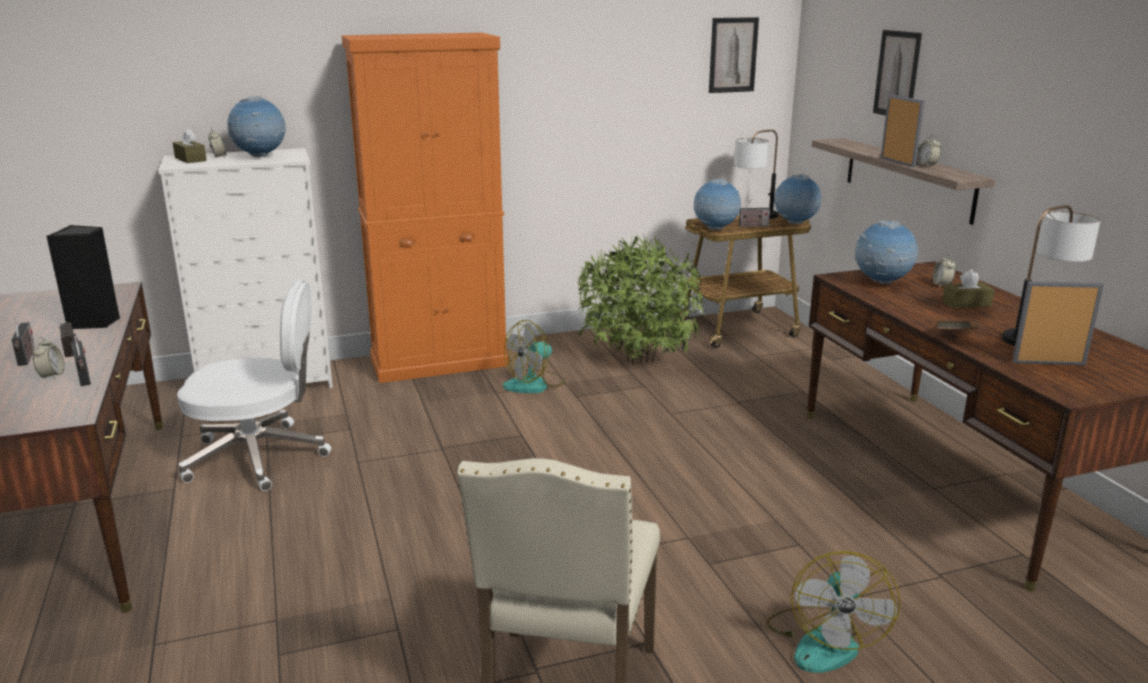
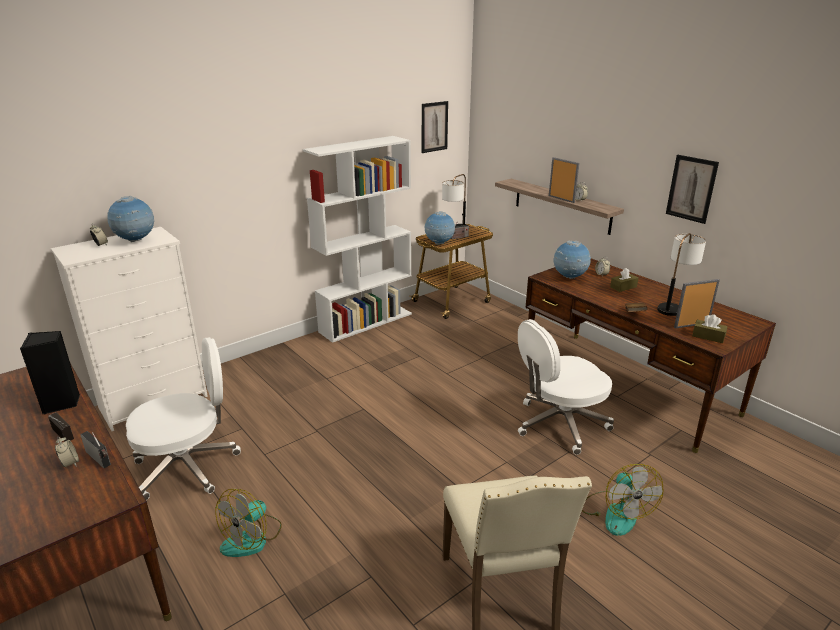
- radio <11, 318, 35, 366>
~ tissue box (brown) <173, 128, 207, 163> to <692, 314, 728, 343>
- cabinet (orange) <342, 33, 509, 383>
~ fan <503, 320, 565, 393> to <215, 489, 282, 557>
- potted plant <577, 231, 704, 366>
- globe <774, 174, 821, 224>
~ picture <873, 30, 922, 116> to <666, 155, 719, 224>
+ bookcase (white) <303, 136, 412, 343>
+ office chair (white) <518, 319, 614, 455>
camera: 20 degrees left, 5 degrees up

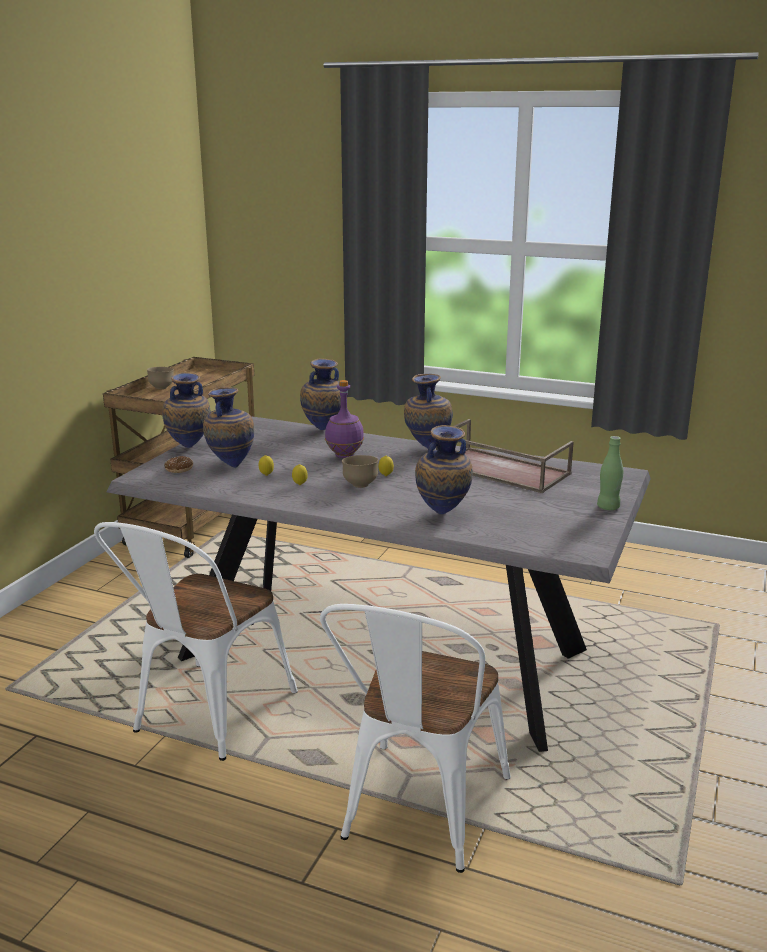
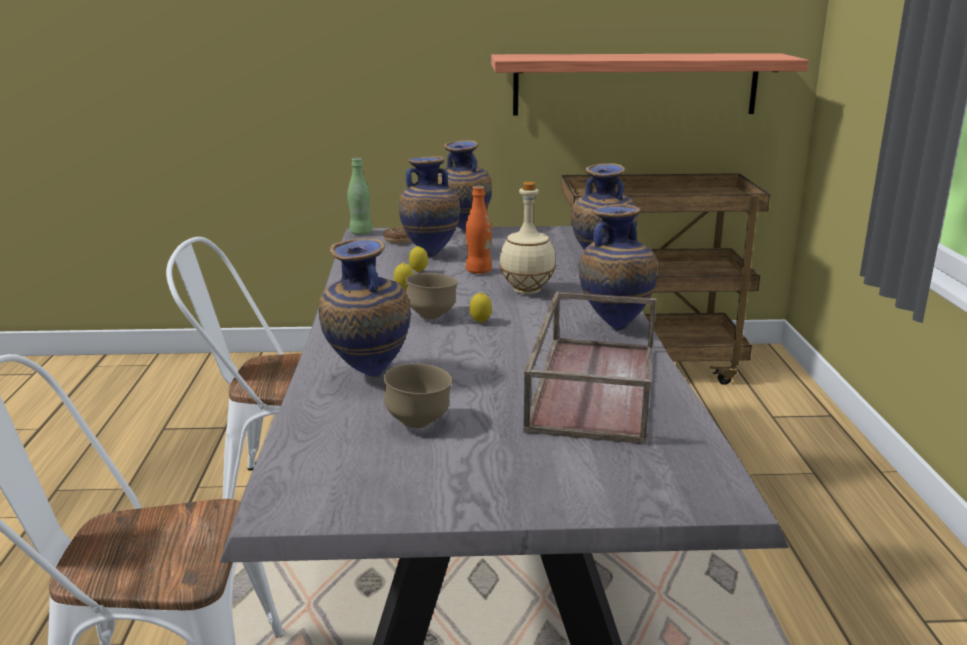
~ bowl (brown) <147, 367, 174, 389> to <384, 363, 452, 428>
~ bottle (purple) <325, 380, 364, 458> to bottle (beige) <500, 182, 556, 294>
~ bottle (green) <597, 436, 623, 510> to <347, 158, 372, 235>
+ bottle (orange) <466, 186, 492, 274>
+ shelf <491, 53, 808, 116>
camera: 65 degrees right, 0 degrees up

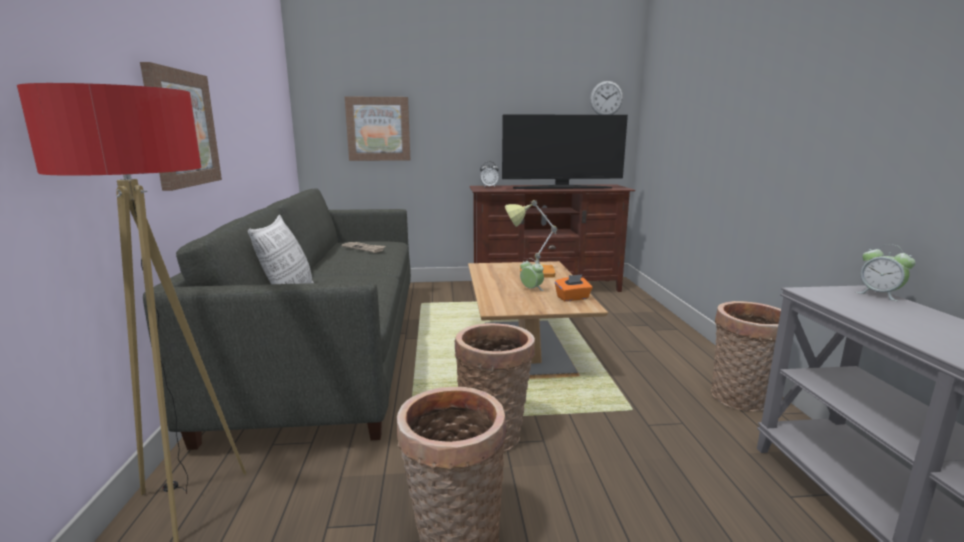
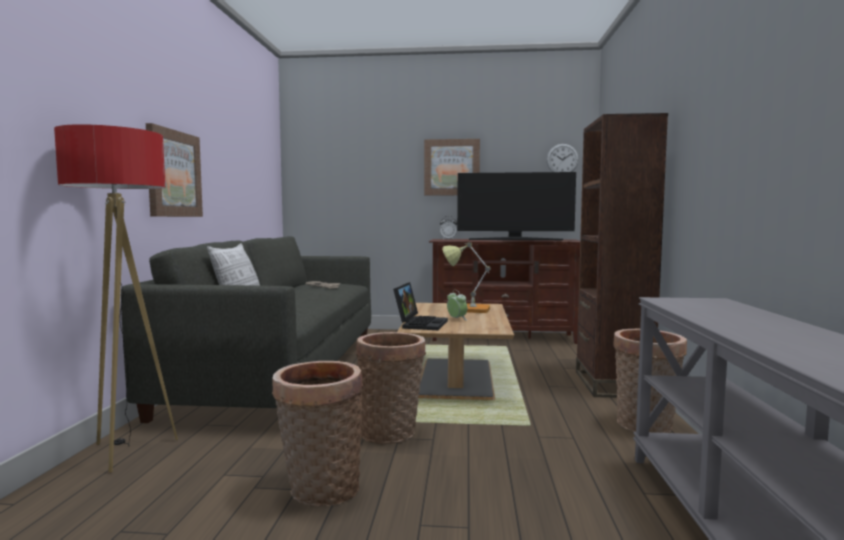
~ picture <345, 97, 410, 161> to <424, 139, 480, 195>
- tissue box (orange) <555, 275, 592, 301>
- alarm clock <856, 244, 916, 301>
+ laptop <393, 282, 448, 330>
+ bookcase (brown) <576, 113, 668, 398>
camera: 10 degrees right, 10 degrees down

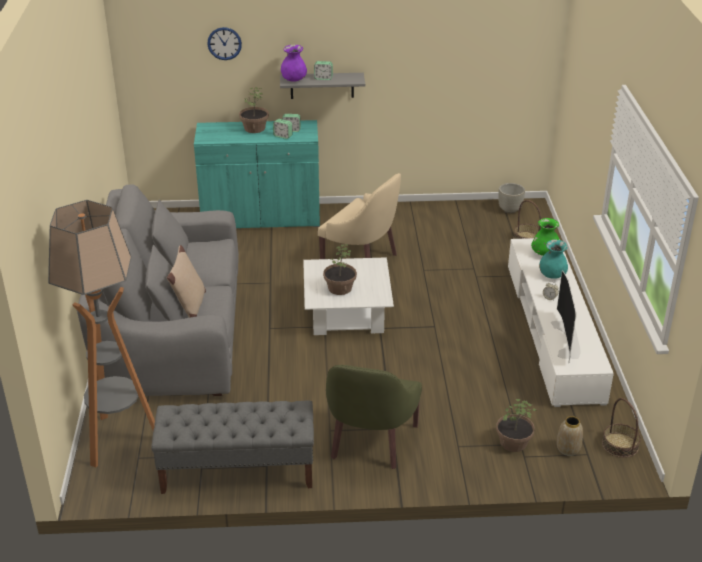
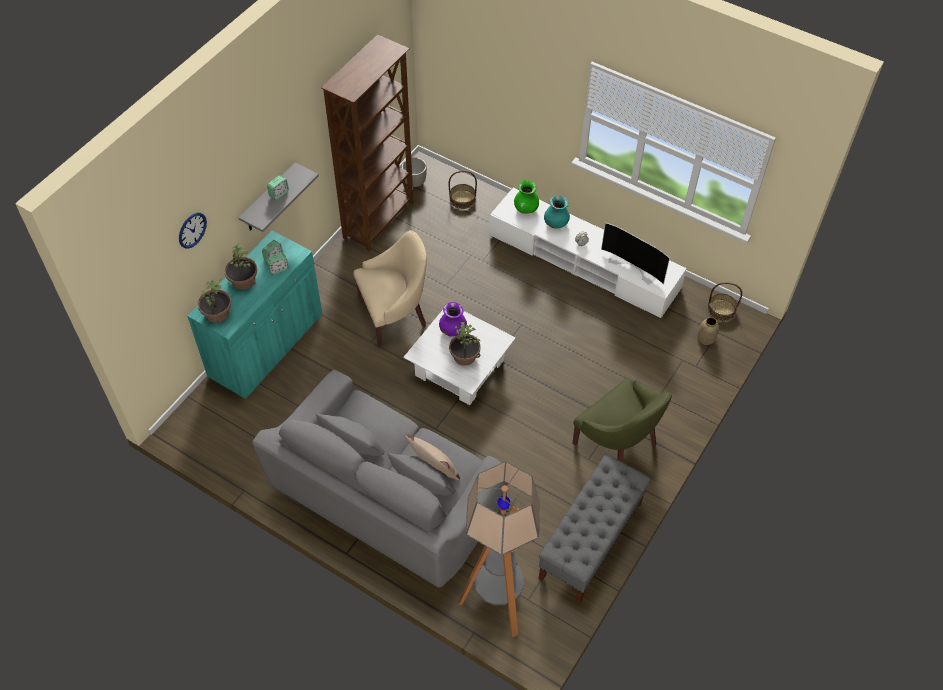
~ vase (purple) <281, 45, 307, 82> to <439, 302, 467, 337>
~ potted plant <496, 399, 537, 452> to <197, 279, 231, 323>
+ bookcase (brown) <321, 34, 414, 251>
camera: 55 degrees left, 20 degrees up

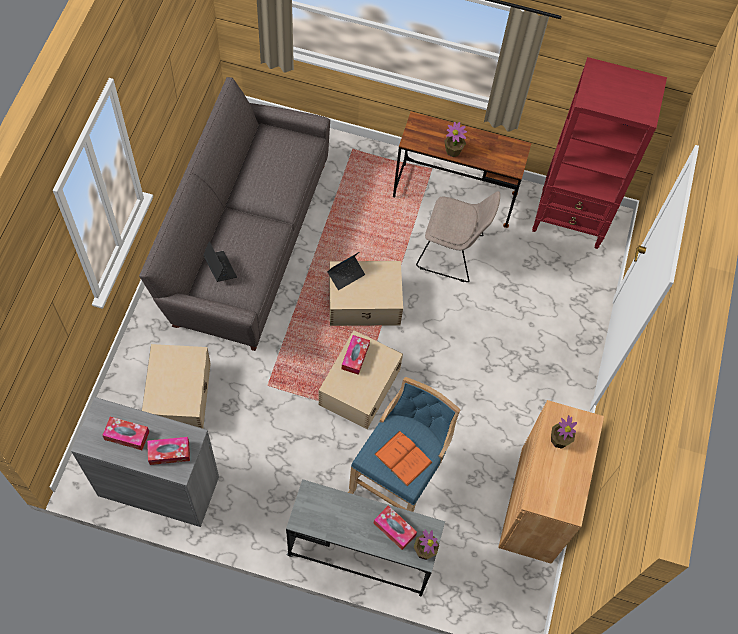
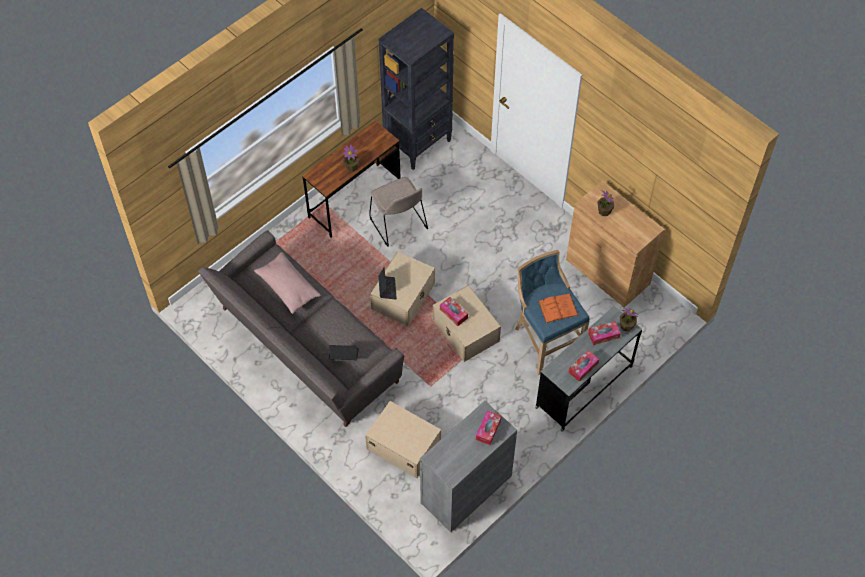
~ tissue box <102, 417, 149, 450> to <568, 350, 599, 382>
~ chair (beige) <416, 191, 500, 282> = <369, 177, 428, 247> 105 degrees clockwise
~ bookcase (red) <532, 57, 667, 249> to bookcase (black) <378, 8, 454, 170>
+ pillow (pink) <254, 252, 321, 314>
camera: 55 degrees left, 5 degrees down

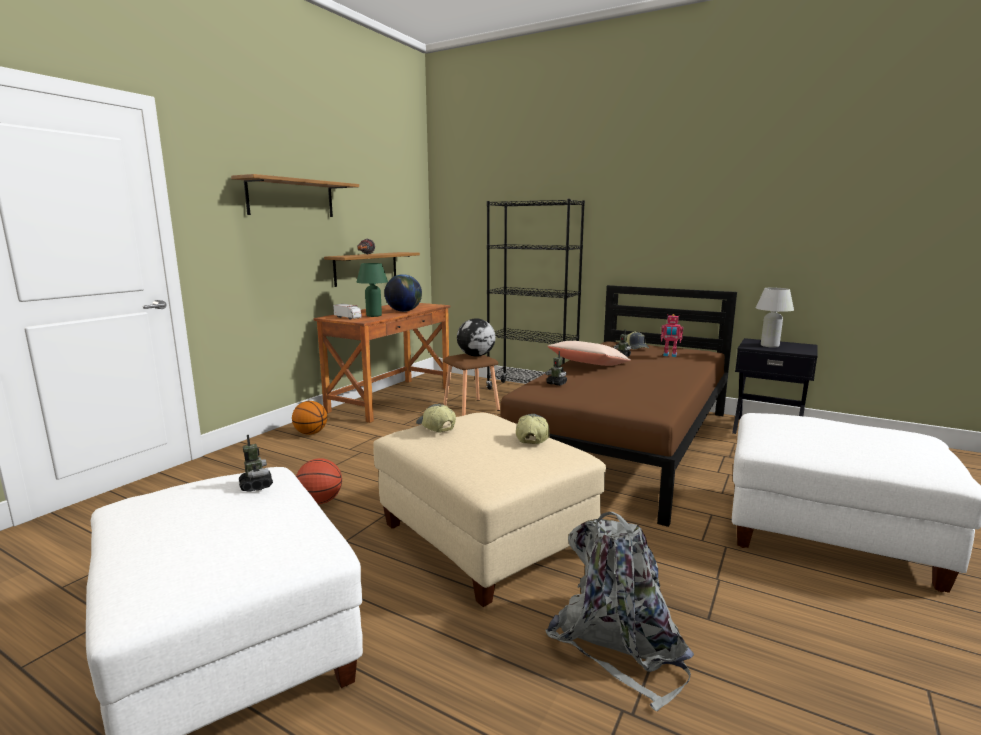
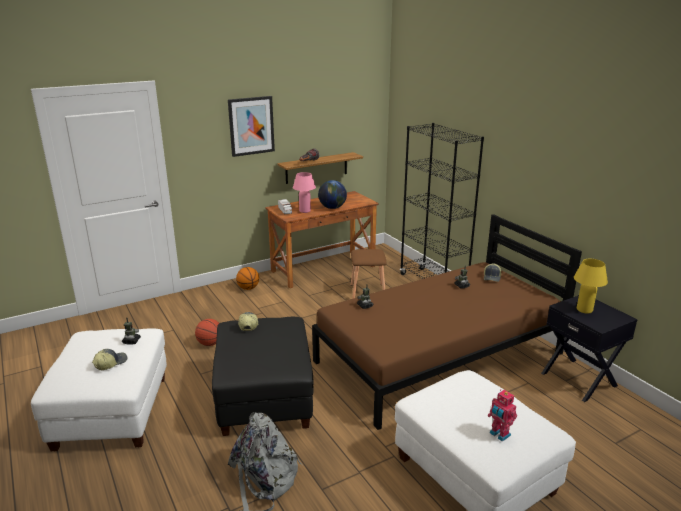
~ shelf <231, 174, 359, 217> to picture <228, 96, 275, 157>
~ table lamp (green) <356, 263, 388, 317> to table lamp (pink) <293, 172, 316, 213>
~ ottoman (beige) <373, 413, 606, 607> to ottoman (black) <212, 317, 314, 436>
- globe <457, 318, 496, 357>
~ cap <516, 414, 549, 444> to <92, 349, 127, 370>
- pillow (beige) <548, 341, 631, 366>
~ toy robot <661, 314, 683, 357> to <488, 389, 517, 441>
~ table lamp (white) <756, 288, 794, 348> to table lamp (yellow) <574, 259, 608, 314>
camera: 30 degrees right, 10 degrees up

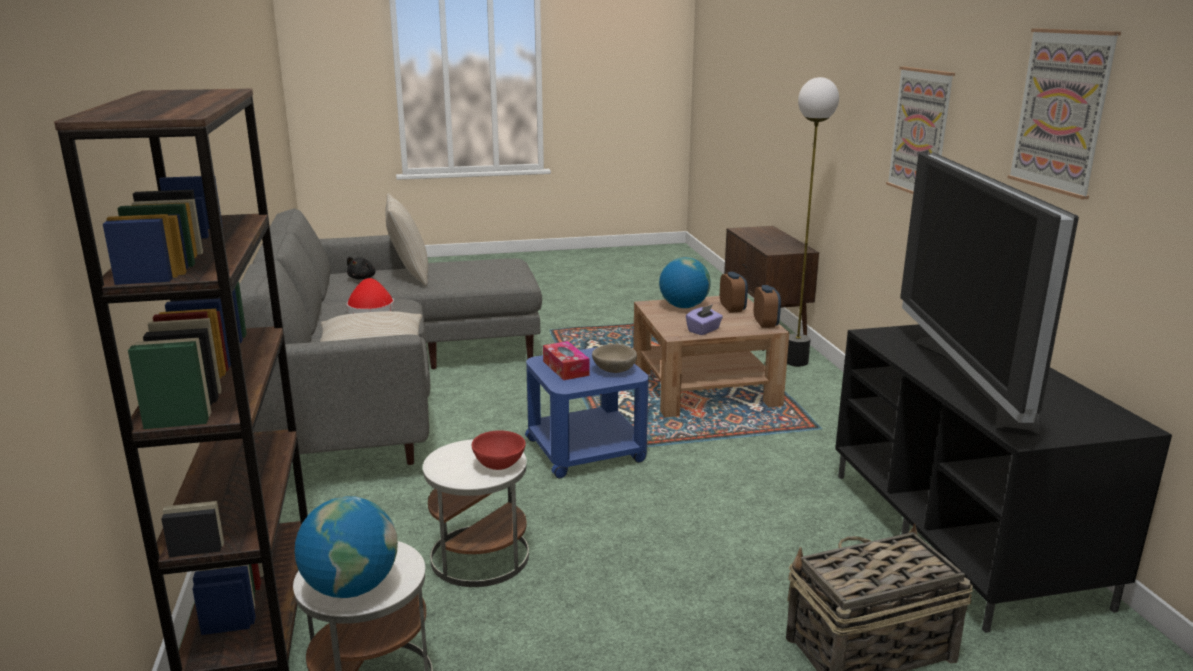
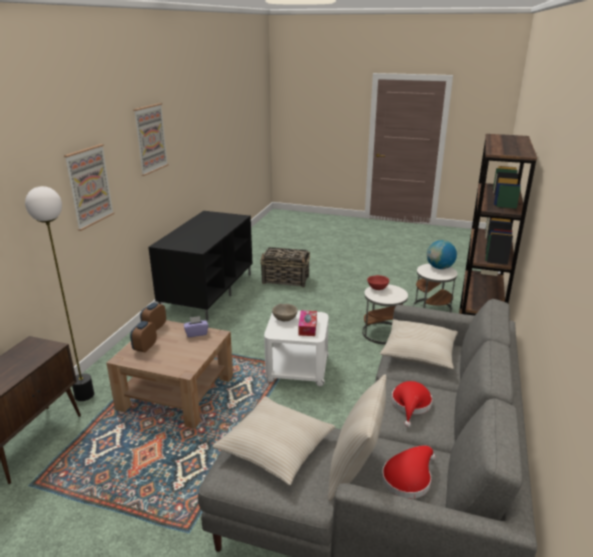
~ plush toy (black) <347, 257, 376, 280> to hat (red) <382, 445, 436, 499>
~ side table (blue) <525, 347, 649, 478> to side table (white) <264, 311, 329, 387>
- globe <659, 257, 711, 308>
- television <900, 153, 1079, 436>
+ pillow (beige) <212, 396, 335, 485>
camera: 150 degrees left, 5 degrees up

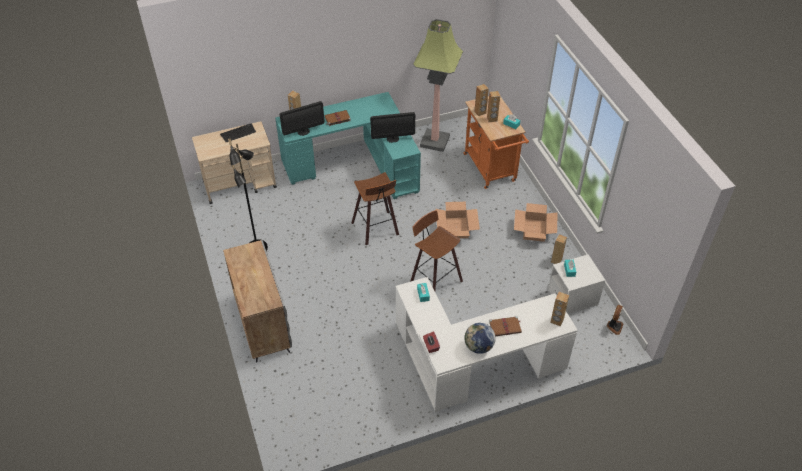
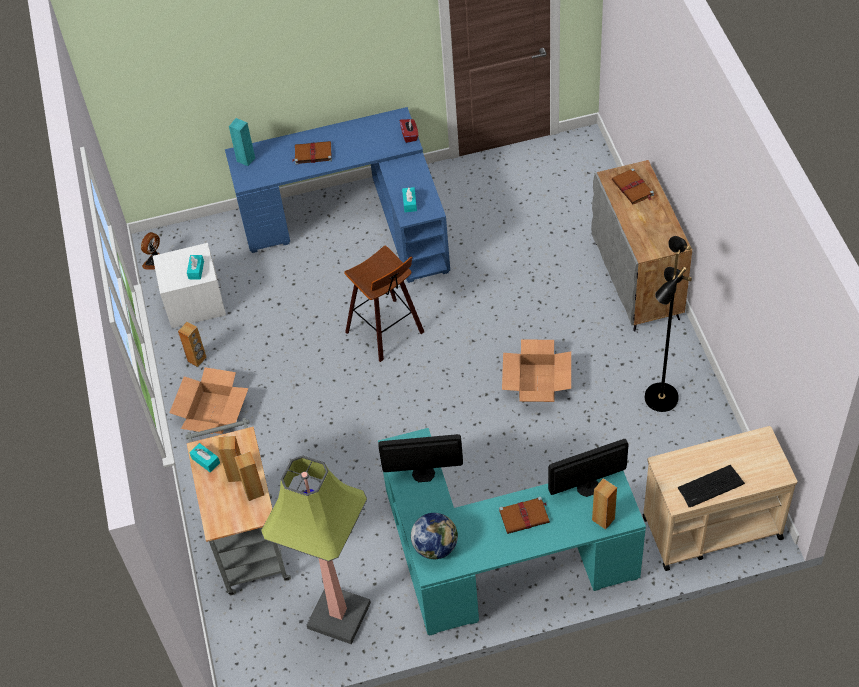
- stool <351, 172, 399, 245>
~ desk (white) <396, 277, 578, 412> to desk (blue) <225, 107, 450, 283>
~ cardboard box <436, 202, 480, 238> to <502, 340, 571, 402>
~ cart (orange) <463, 96, 529, 189> to cart (grey) <185, 418, 291, 595>
~ globe <464, 323, 496, 354> to <411, 513, 458, 559>
~ speaker (brown) <550, 292, 569, 327> to speaker (turquoise) <229, 118, 255, 166>
+ book (brown) <612, 168, 654, 204>
camera: 170 degrees left, 5 degrees up

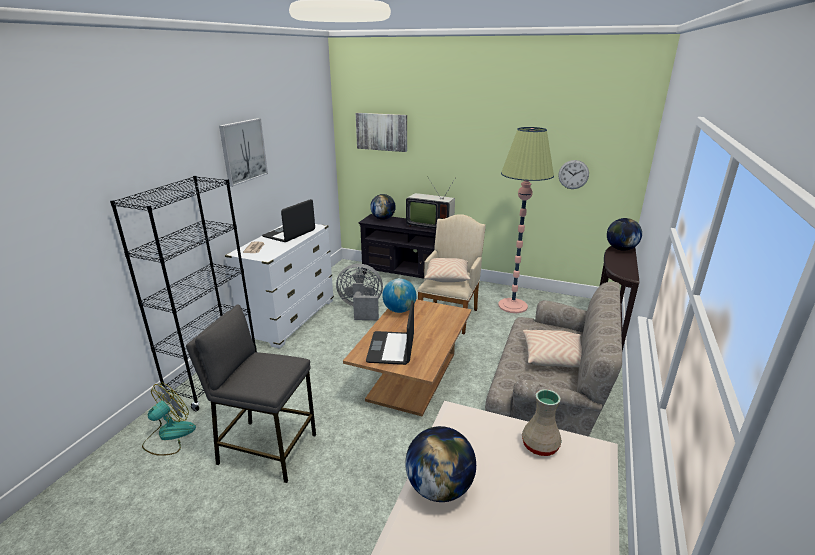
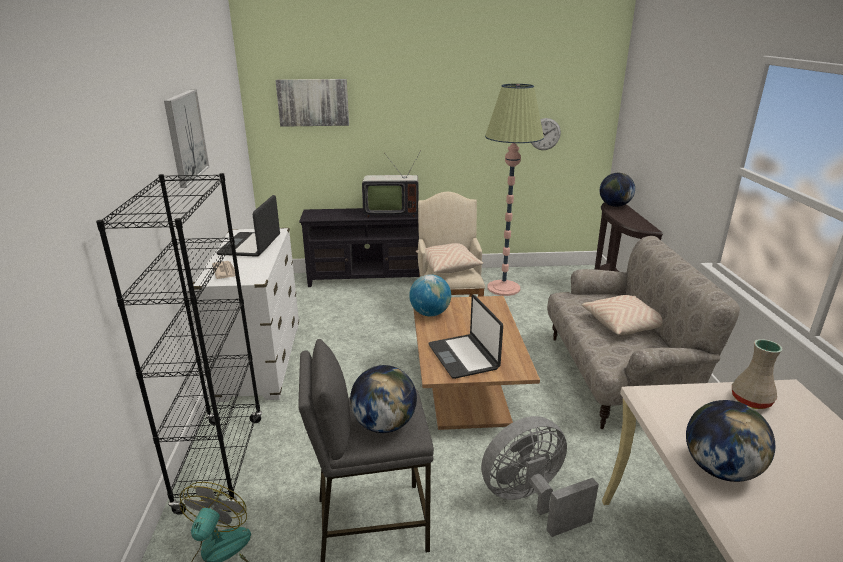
~ fan (grey) <336, 264, 383, 320> to <481, 416, 599, 537>
~ globe <370, 194, 396, 220> to <350, 365, 417, 433>
camera: 25 degrees left, 0 degrees up

